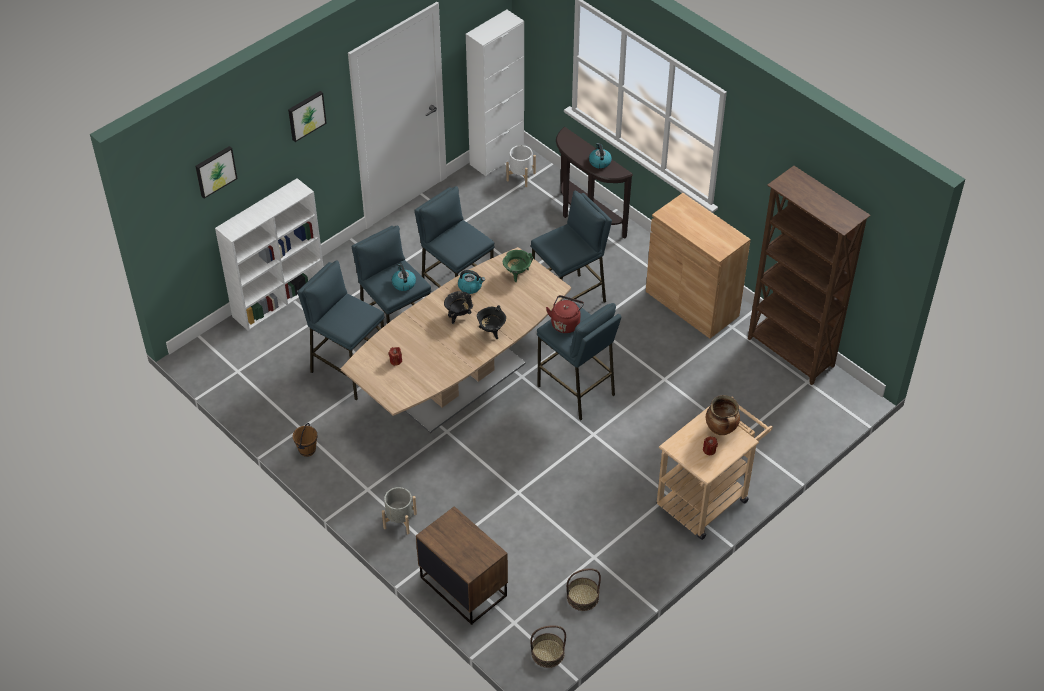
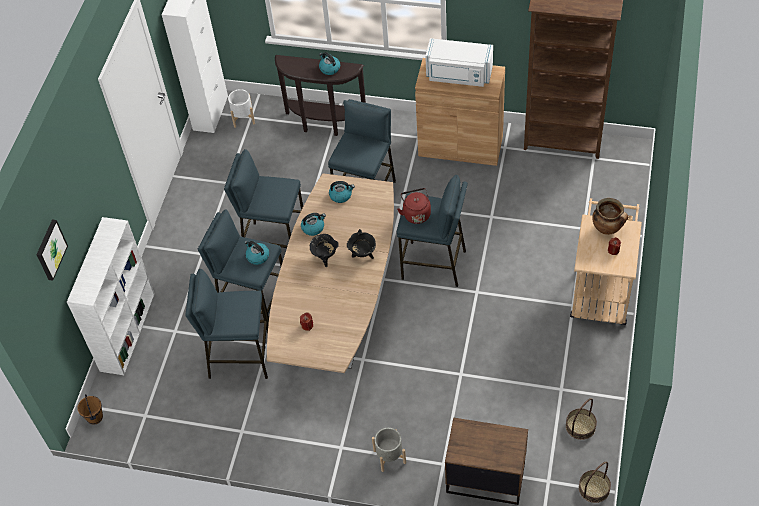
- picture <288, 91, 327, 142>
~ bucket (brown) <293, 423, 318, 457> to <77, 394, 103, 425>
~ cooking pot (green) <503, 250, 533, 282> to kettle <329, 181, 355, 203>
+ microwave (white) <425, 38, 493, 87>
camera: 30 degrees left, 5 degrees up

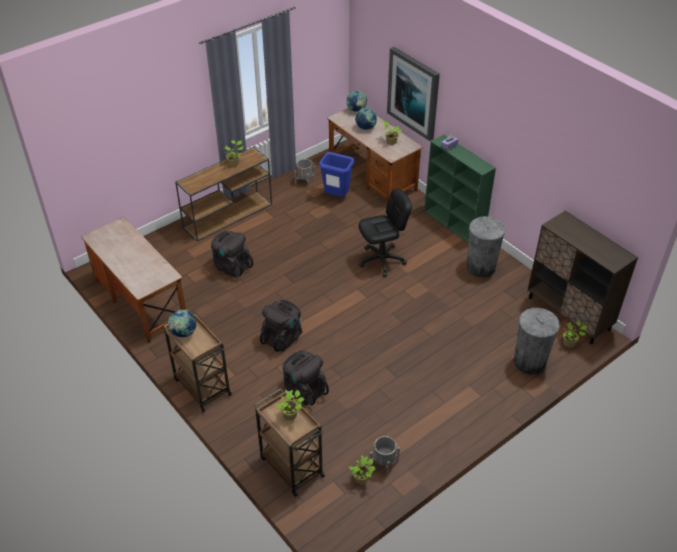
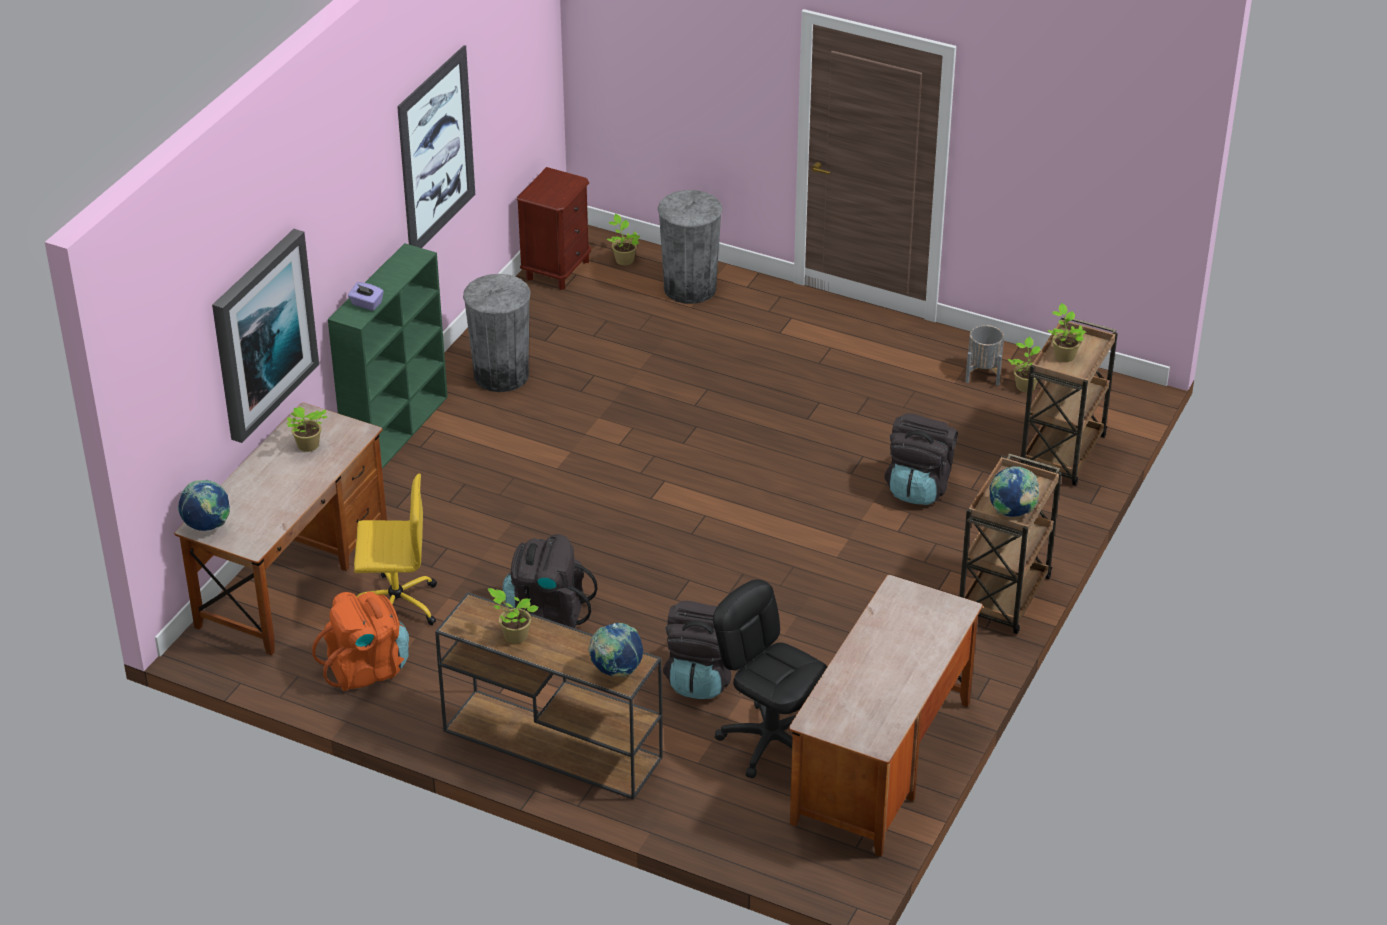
~ backpack (black) <260, 300, 302, 352> to <503, 534, 598, 628>
~ planter (grey) <294, 159, 315, 188> to backpack (orange) <312, 592, 409, 691>
~ trash can (blue) <319, 152, 354, 197> to office chair (yellow) <354, 473, 437, 625>
~ globe <355, 108, 377, 130> to <589, 623, 643, 677>
~ office chair (black) <359, 189, 412, 277> to <713, 579, 827, 778>
~ cabinet (brown) <528, 211, 638, 344> to nightstand (brown) <517, 167, 591, 290>
+ picture <397, 45, 475, 248>
camera: 115 degrees left, 5 degrees down

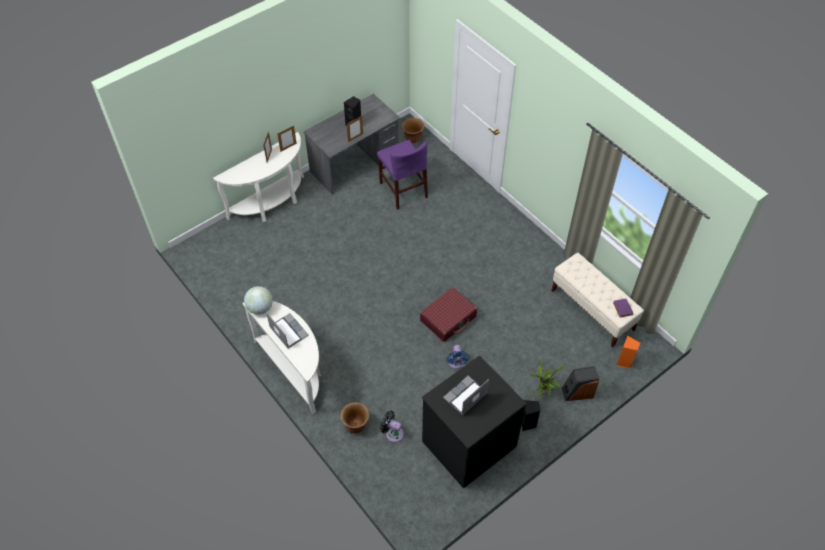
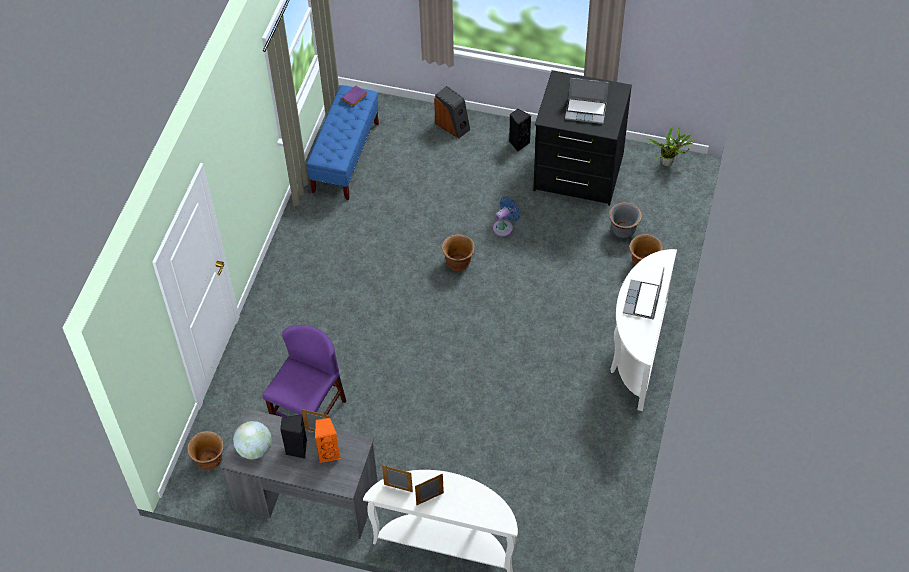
~ globe <244, 286, 273, 315> to <233, 421, 272, 460>
~ fan (black) <380, 411, 404, 443> to planter (grey) <609, 202, 642, 238>
~ suitcase (red) <420, 287, 477, 342> to planter (brown) <442, 234, 475, 271>
~ potted plant <530, 360, 563, 400> to <646, 127, 695, 166>
~ bench (beige) <551, 253, 644, 347> to bench (blue) <306, 85, 379, 200>
~ speaker (orange) <616, 336, 640, 368> to <315, 418, 341, 463>
camera: 125 degrees left, 0 degrees up

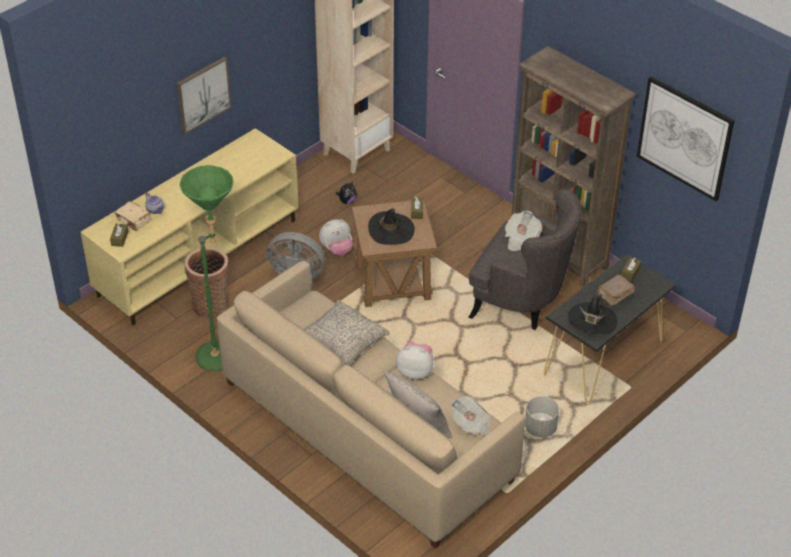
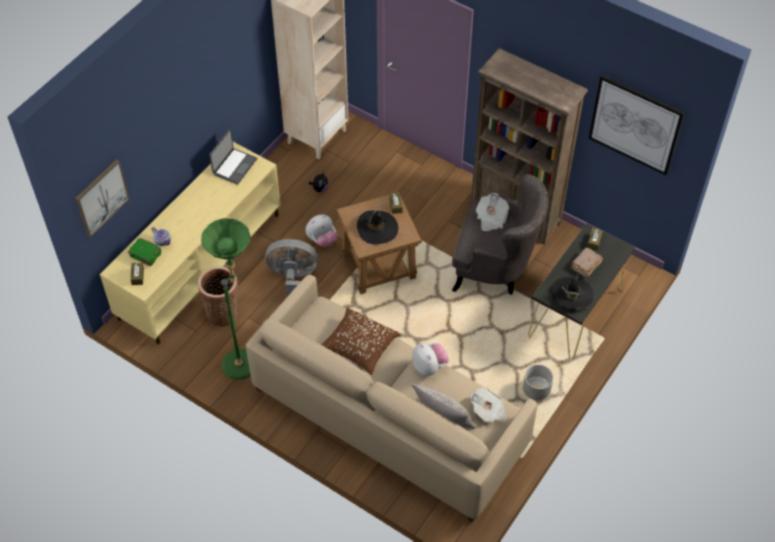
~ book (beige) <114, 201, 151, 231> to book (green) <128, 238, 162, 267>
~ picture <177, 57, 232, 134> to <75, 159, 130, 238>
~ pillow (grey) <304, 300, 390, 366> to pillow (brown) <321, 307, 401, 375>
~ plush toy <396, 342, 433, 380> = <412, 343, 449, 376> 60 degrees clockwise
+ laptop <209, 129, 257, 185>
camera: 10 degrees left, 10 degrees up

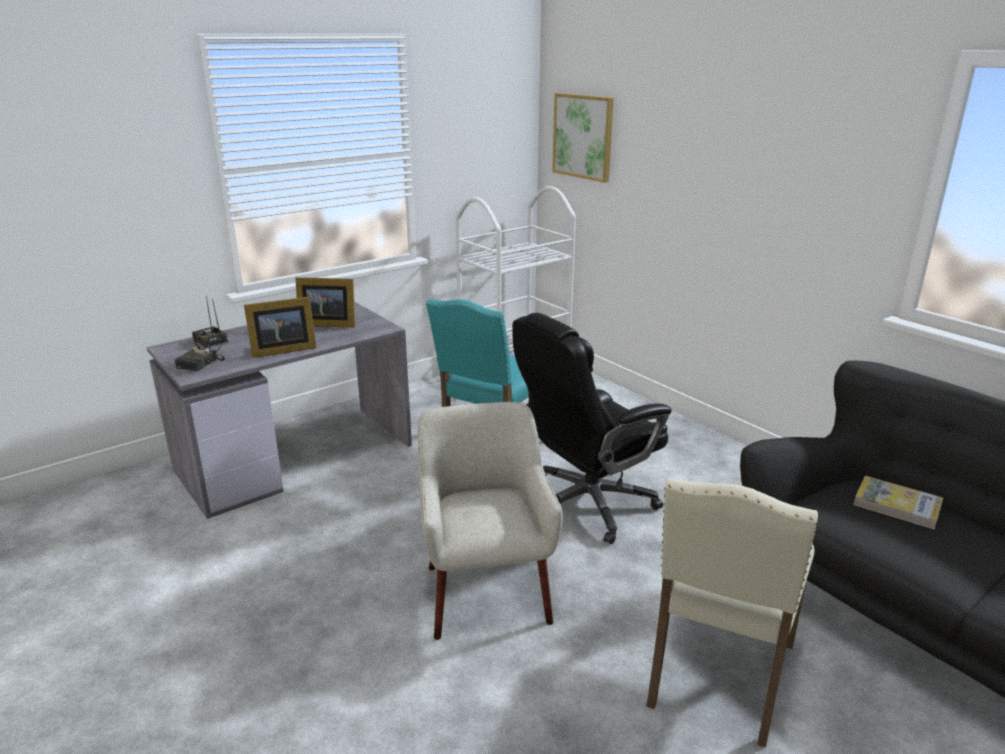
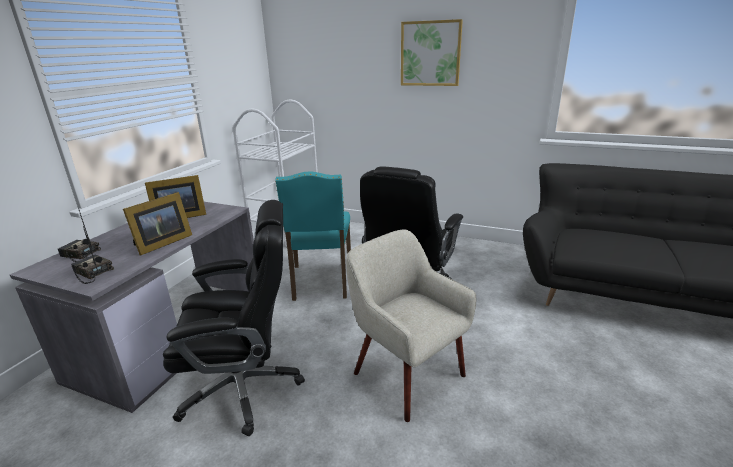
~ radio <175, 299, 225, 371> = <71, 226, 114, 284> 135 degrees clockwise
~ picture <552, 93, 614, 183> to <401, 19, 463, 86>
- chair (beige) <646, 478, 818, 748>
- book <853, 476, 943, 530>
+ office chair (black) <163, 200, 305, 436>
camera: 30 degrees left, 0 degrees up

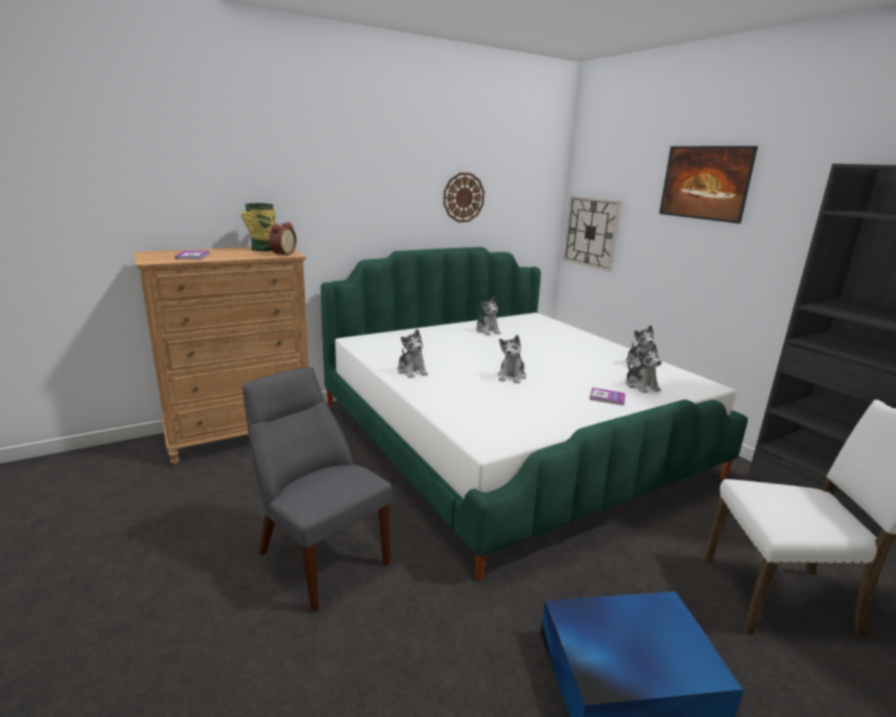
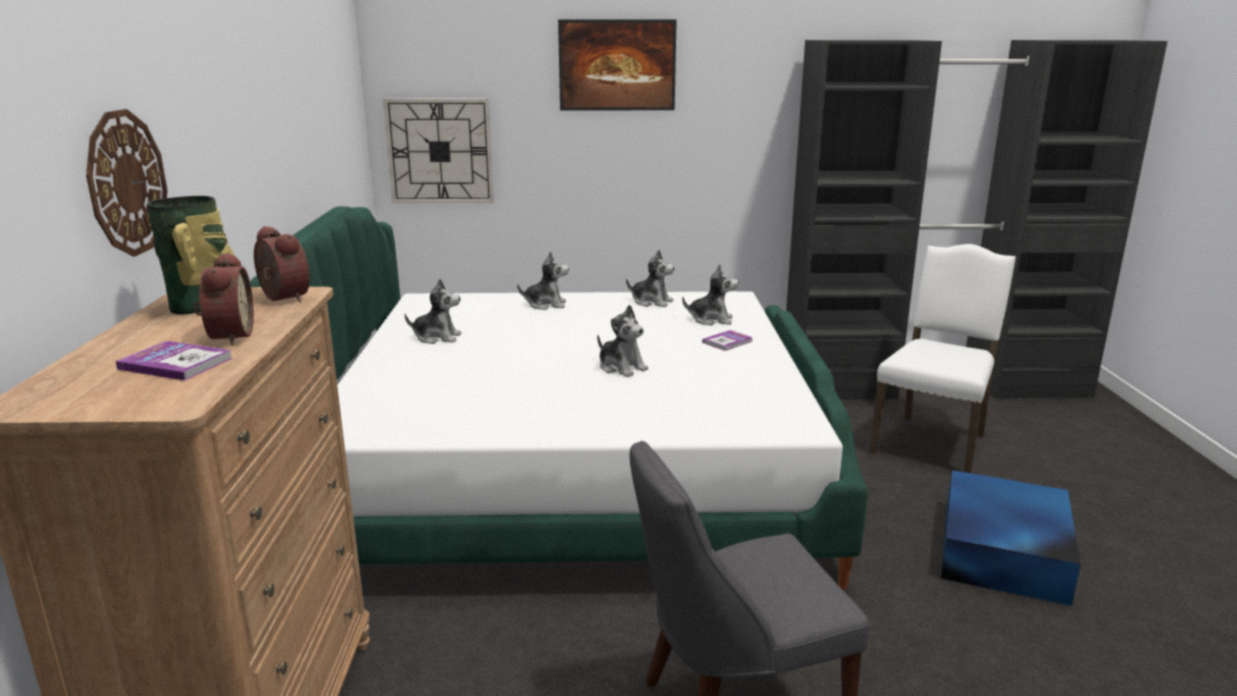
~ plush toy <397, 329, 428, 378> to <517, 251, 569, 310>
~ wall clock <443, 173, 485, 222> to <86, 109, 167, 257>
+ alarm clock <194, 253, 254, 346>
camera: 60 degrees left, 0 degrees up

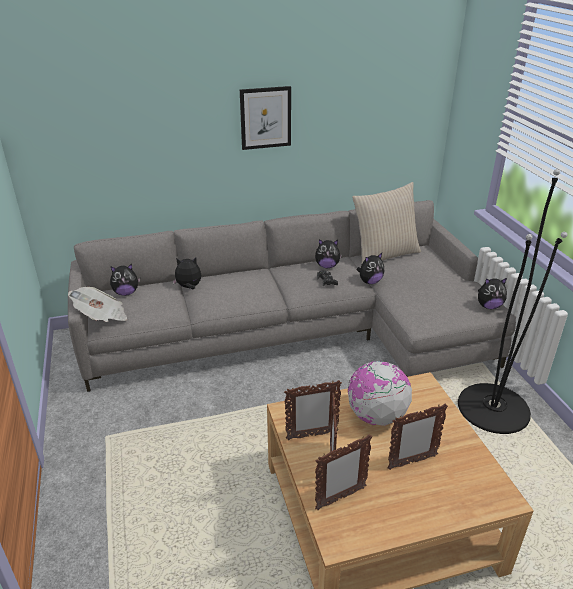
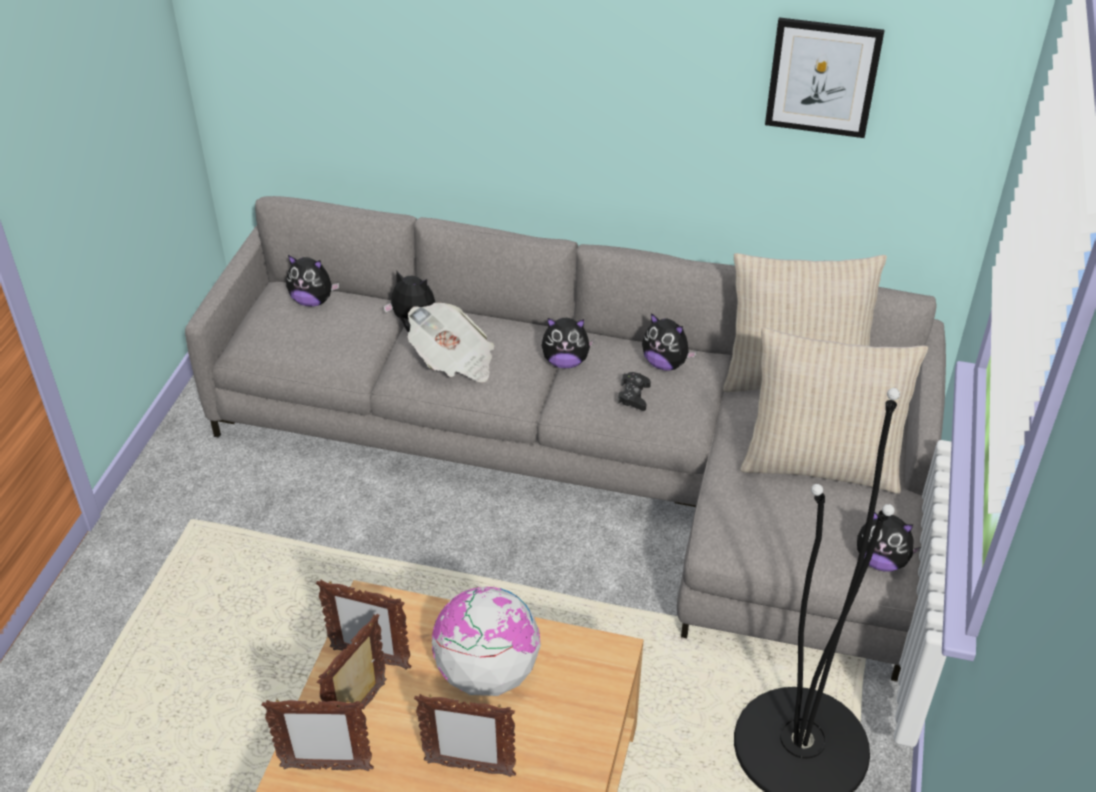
~ newspaper <68, 287, 128, 322> to <407, 303, 494, 383>
~ picture <240, 86, 291, 150> to <765, 17, 885, 138>
~ plush toy <357, 253, 384, 284> to <541, 318, 594, 368>
+ pillow (beige) <740, 328, 928, 494>
camera: 30 degrees right, 10 degrees up

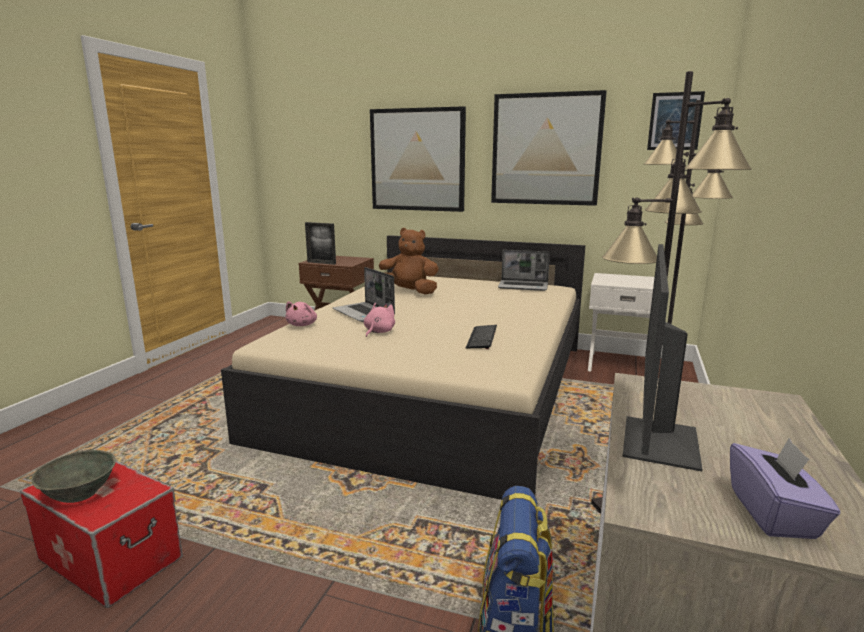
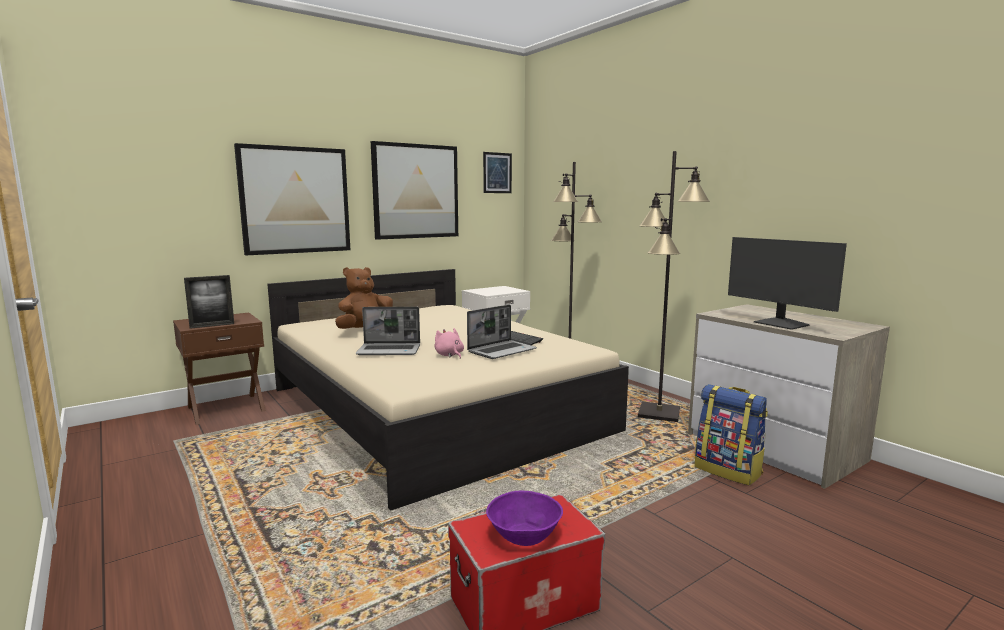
~ bowl (grey) <31, 450, 116, 503> to bowl (purple) <486, 491, 563, 546>
- plush toy (pink) <286, 301, 317, 326>
~ laptop <498, 250, 550, 291> to <467, 305, 537, 359>
- tissue box (purple) <730, 438, 840, 539>
camera: 55 degrees left, 5 degrees down

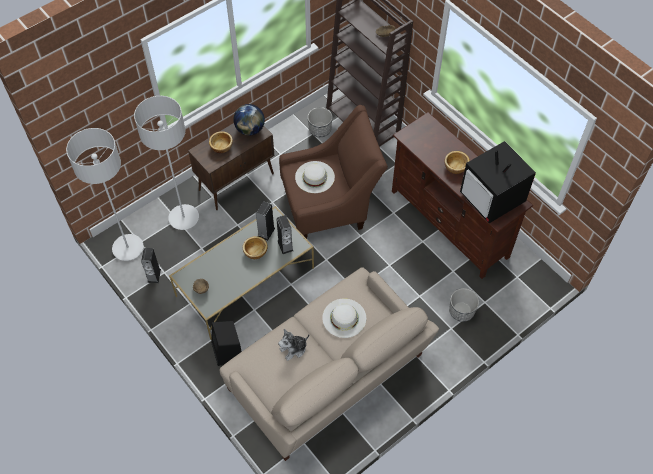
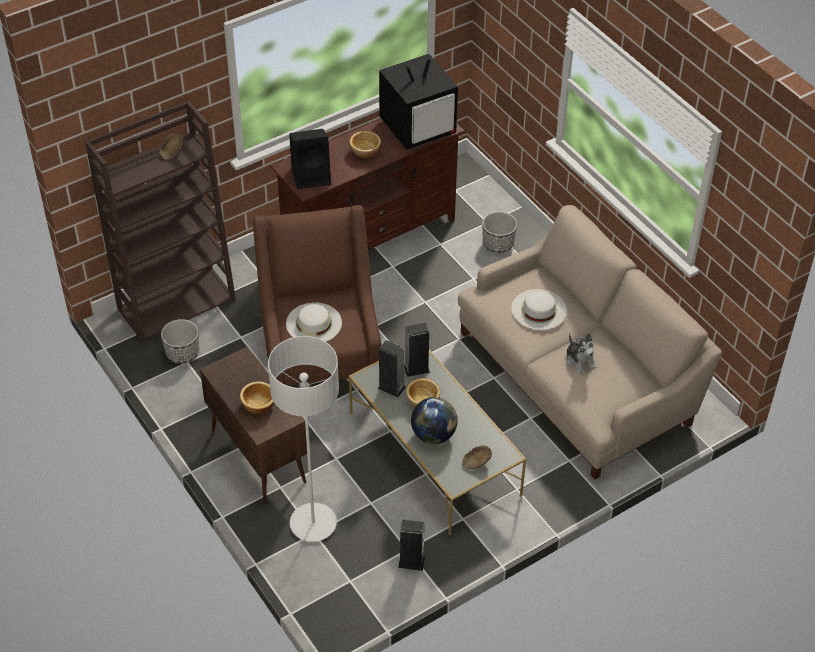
- floor lamp (grey) <66, 128, 143, 261>
~ speaker (black) <211, 321, 242, 366> to <289, 129, 331, 189>
~ globe <233, 104, 265, 136> to <411, 397, 458, 444>
camera: 85 degrees left, 10 degrees down

